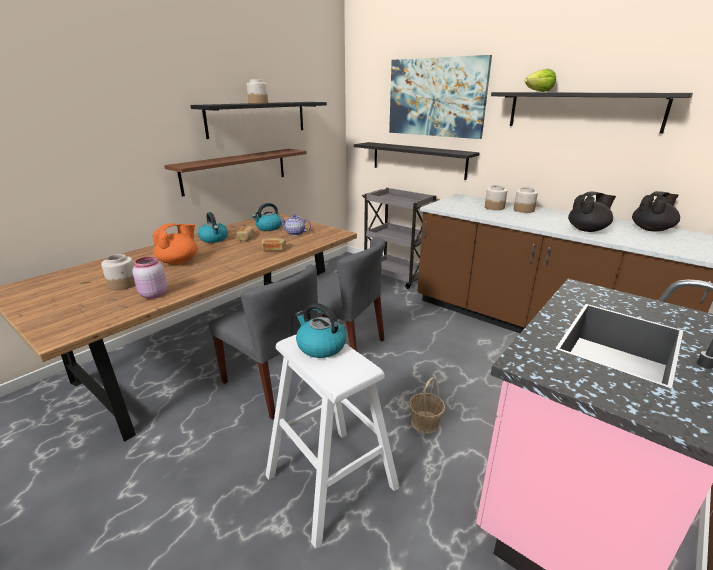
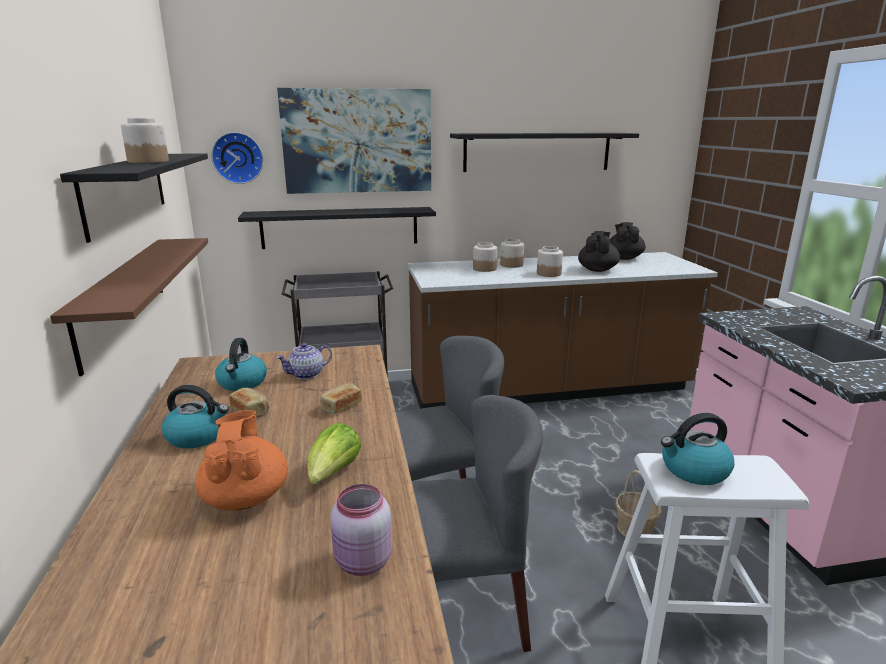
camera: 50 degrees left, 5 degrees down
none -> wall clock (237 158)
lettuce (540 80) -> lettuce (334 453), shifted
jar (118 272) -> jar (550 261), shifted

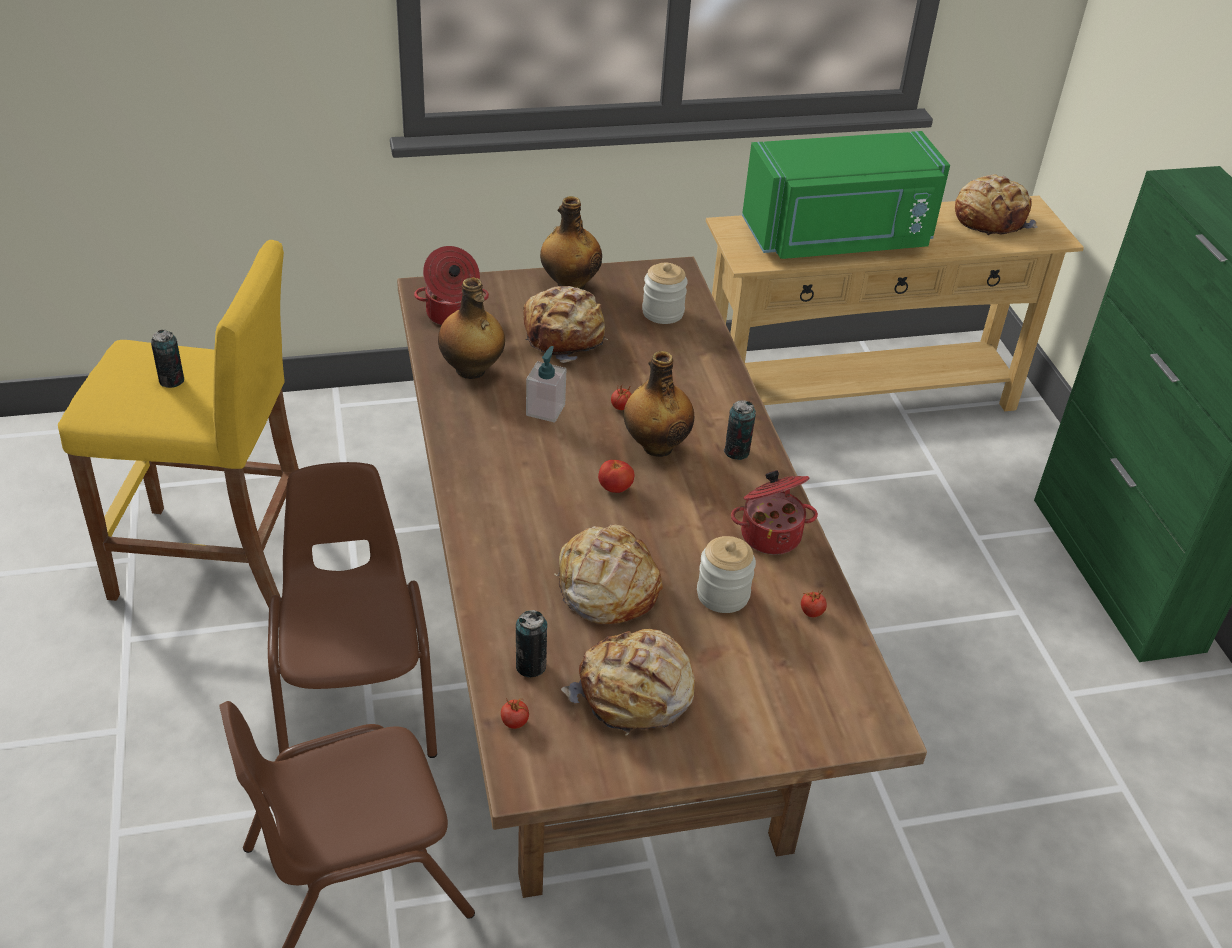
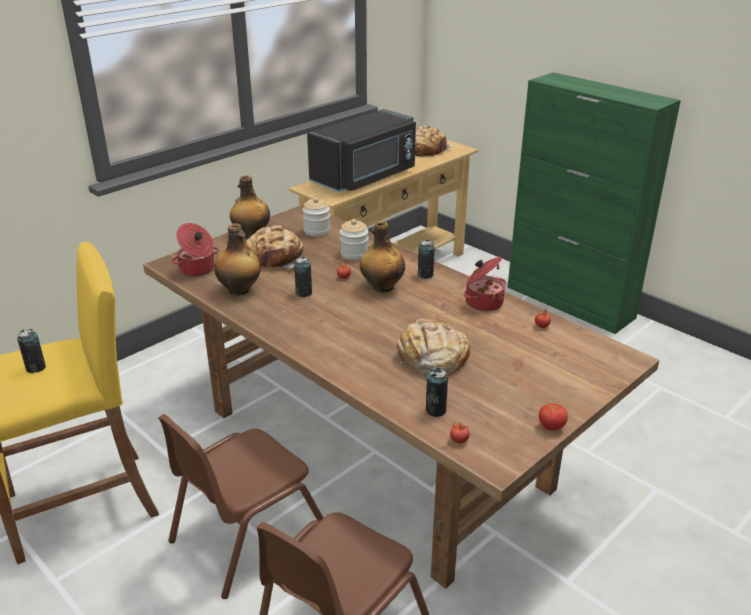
camera: 30 degrees left, 10 degrees down
brown chair (352 610) -> brown chair (241 506), 90 degrees counterclockwise
soap dispenser (546 384) -> can (303 277)
green microwave (846 195) -> black microwave (361 150)
jar (726 574) -> jar (354 239), shifted
tomato (616 476) -> tomato (553 417), shifted
bread (628 682) -> none

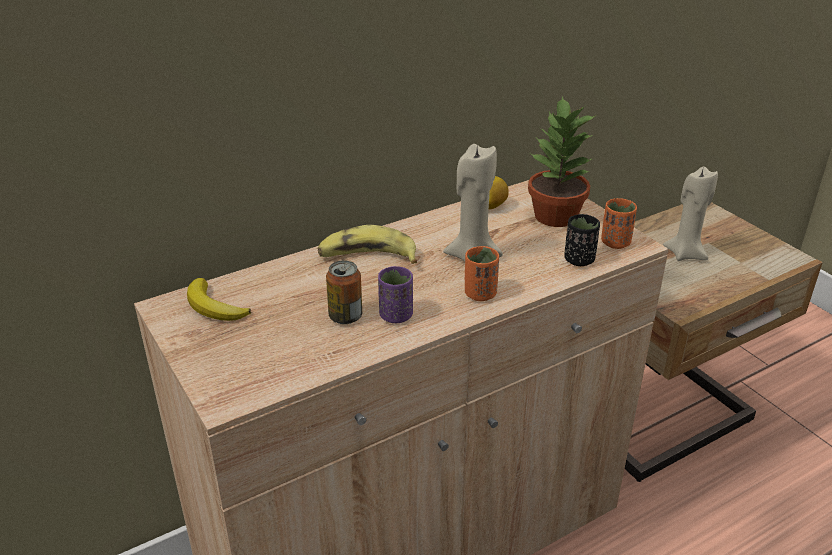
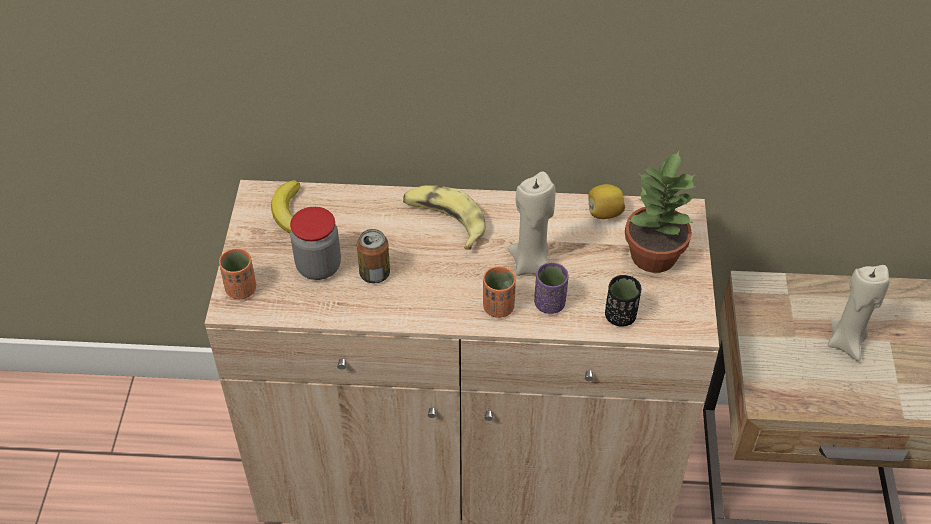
camera: 35 degrees right, 15 degrees up
orange cup (619 223) -> orange cup (237 273), shifted
none -> jar (315 243)
purple cup (395 294) -> purple cup (551 288), shifted

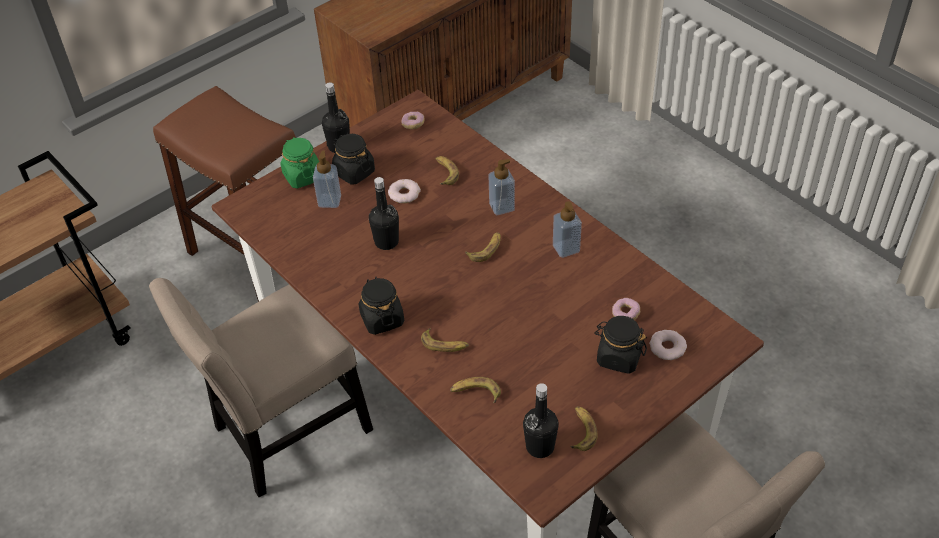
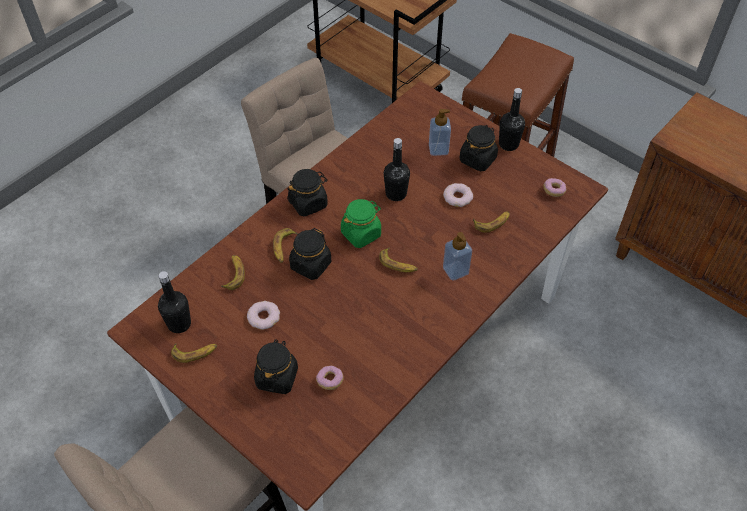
camera: 80 degrees right, 5 degrees up
donut (668 345) -> donut (263 315), shifted
none -> black jar (310 254)
green jar (300 162) -> green jar (361 223), shifted
soap dispenser (567 229) -> none

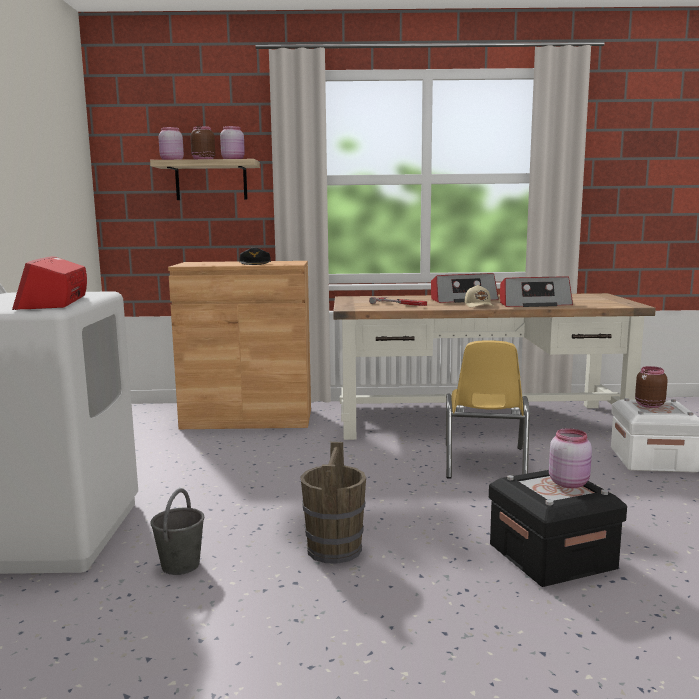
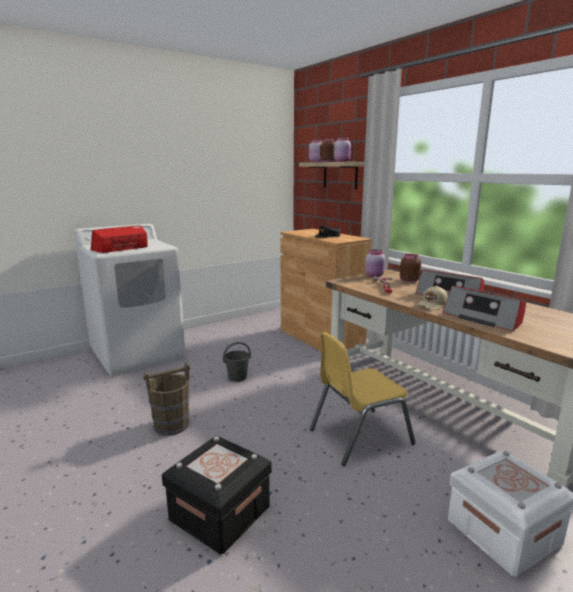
camera: 55 degrees right, 5 degrees up
grey bucket (177 531) -> grey bucket (237 362), shifted
pink jar (570 458) -> pink jar (375 263), shifted
brown jar (651 387) -> brown jar (410 268), shifted

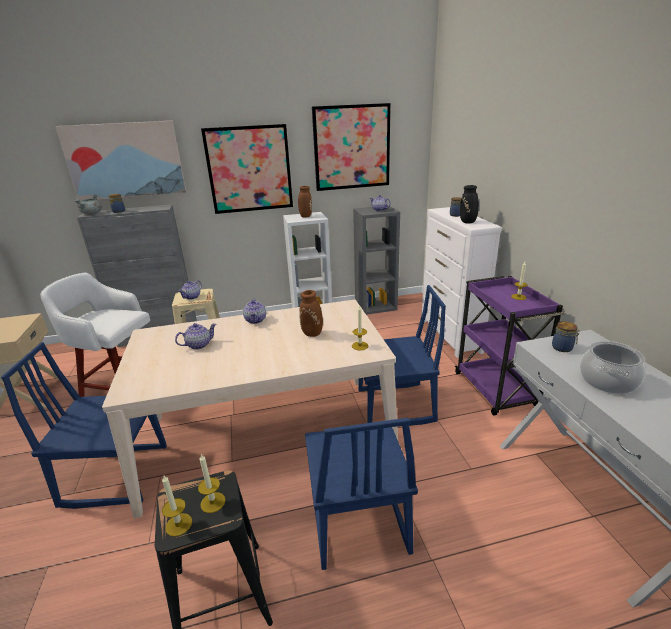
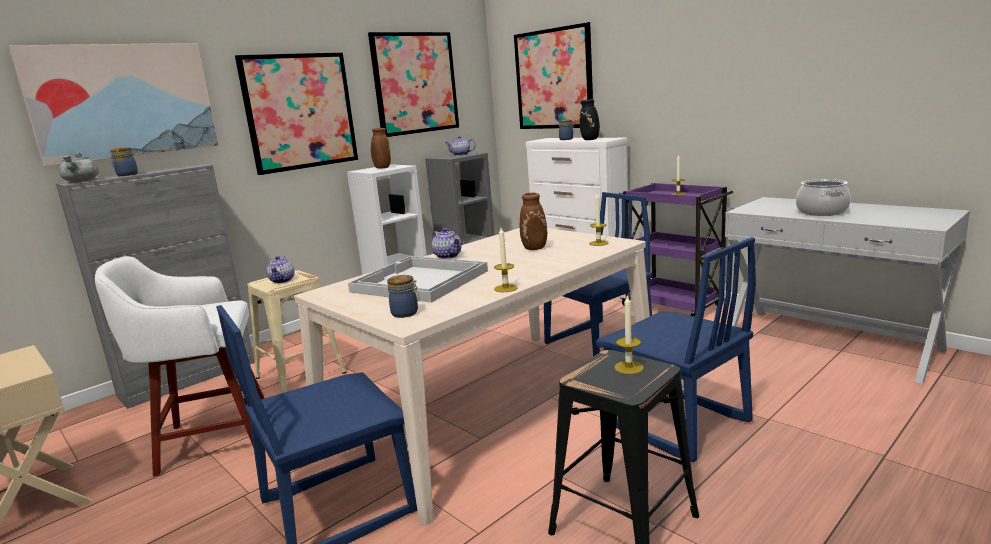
camera: 30 degrees left, 10 degrees down
teapot (195 336) -> white tray (418 279)
jar (566 336) -> jar (403 296), shifted
candle (177 506) -> candle (506 260), shifted
none -> picture (553 75)

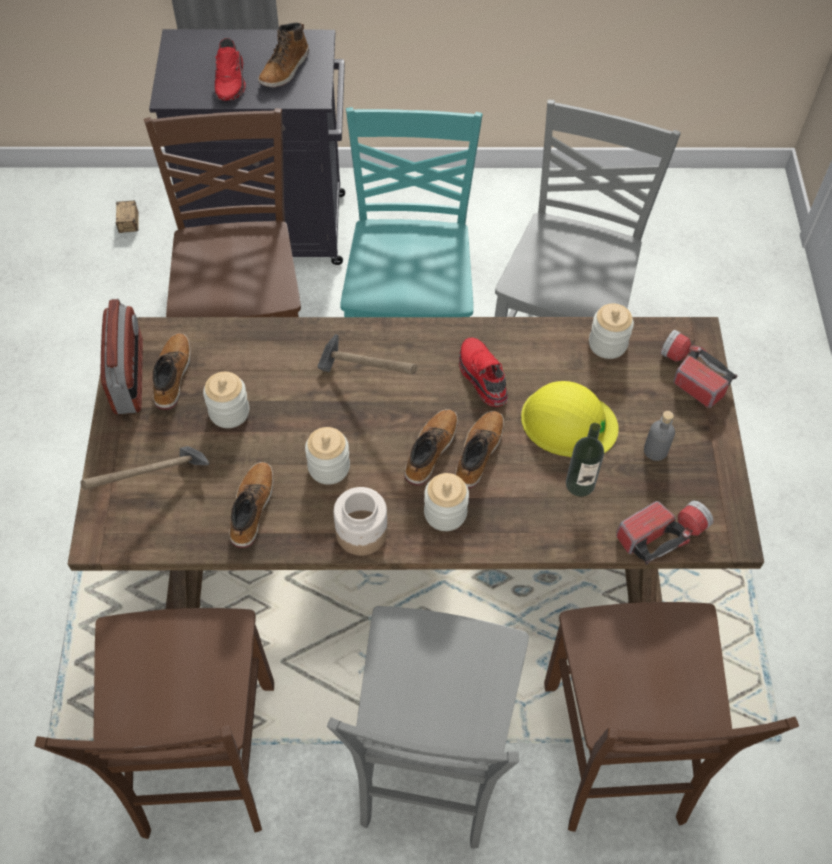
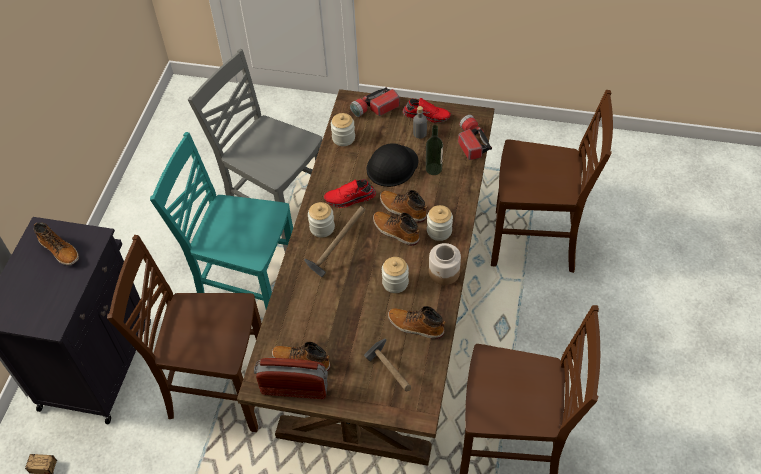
camera: 75 degrees left, 5 degrees down
jar (226 400) -> jar (321 220), shifted
yellow hard hat (570 419) -> black hard hat (392 165)
red shoe (230 69) -> red shoe (427 110), shifted
grey chair (428 727) -> none

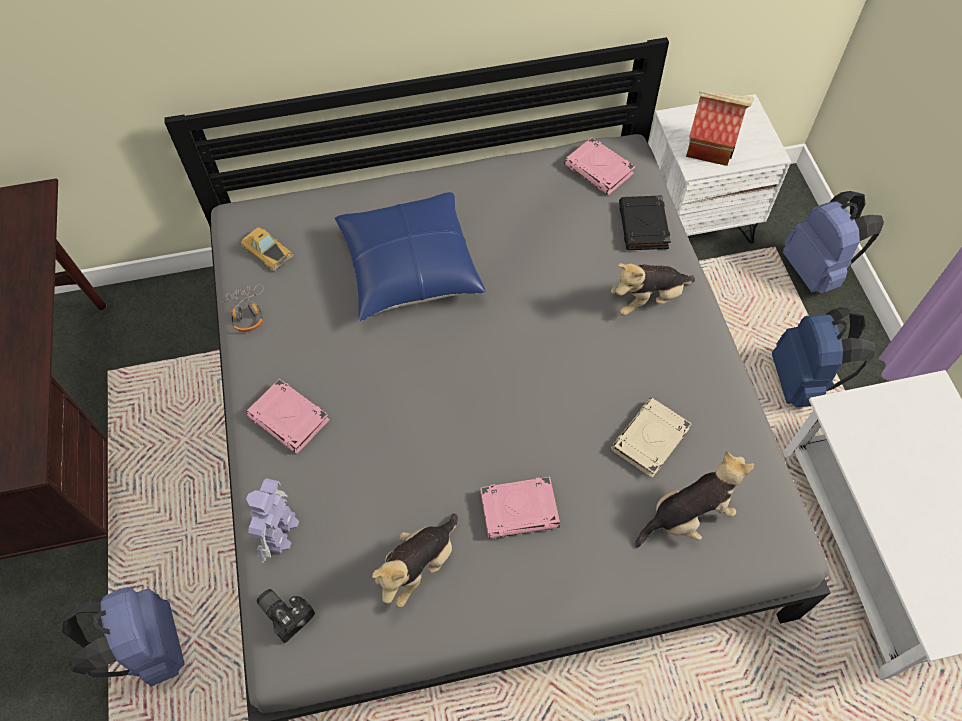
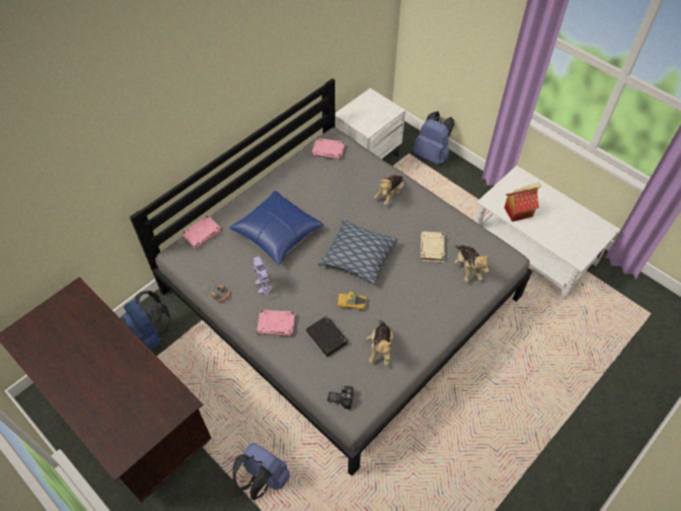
camera: 35 degrees left, 5 degrees down
blue backpack (823 357) -> blue backpack (146 320), shifted
pink book (520 508) -> pink book (202 231), shifted
toy robot (272 520) -> toy robot (262 277), shifted
black book (645 222) -> black book (327 336), shifted
none -> pillow (358 252)
toy car (267 250) -> toy car (351 301), shifted
plush toy (694 499) -> plush toy (471 263), 135 degrees clockwise
toy house (720 129) -> toy house (522 202), shifted

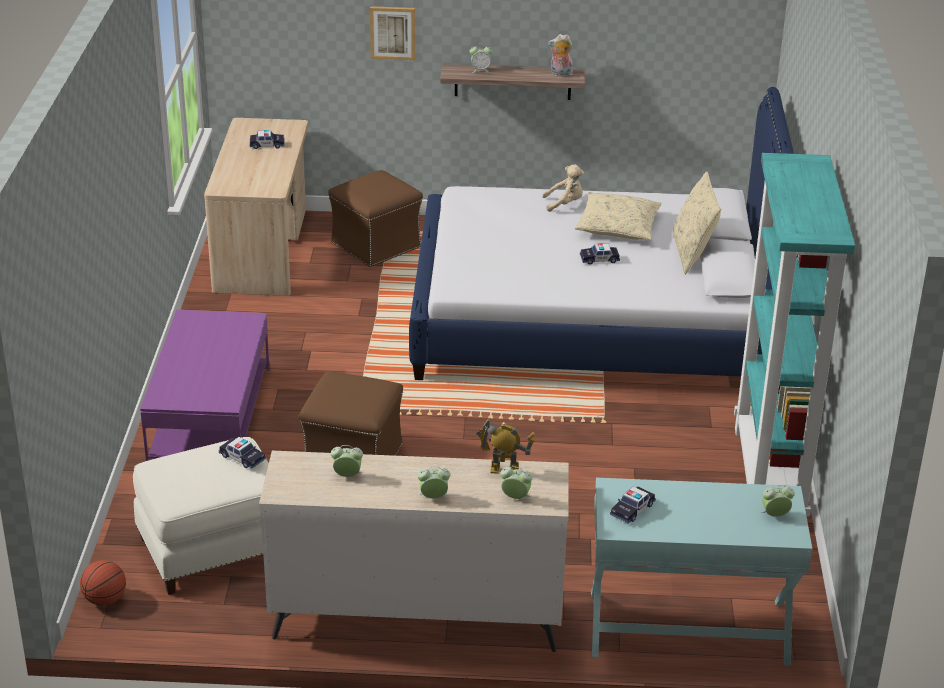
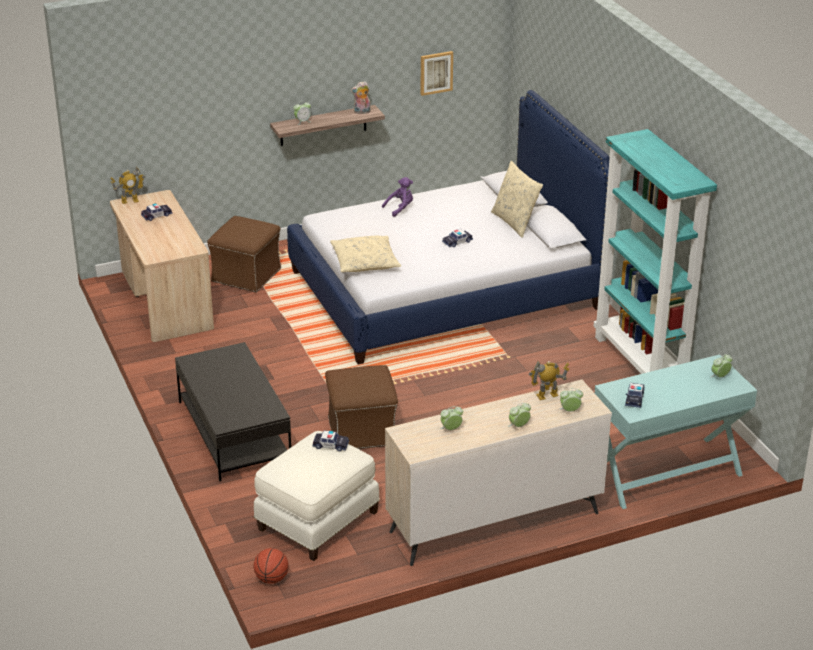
camera: 25 degrees left, 0 degrees up
none -> toy robot (128 185)
purple coffee table (205 385) -> black coffee table (233 411)
beige pillow (618 216) -> beige pillow (365 254), shifted
beige plush toy (563 188) -> purple plush toy (397 197)
picture (392 33) -> picture (436 73), shifted

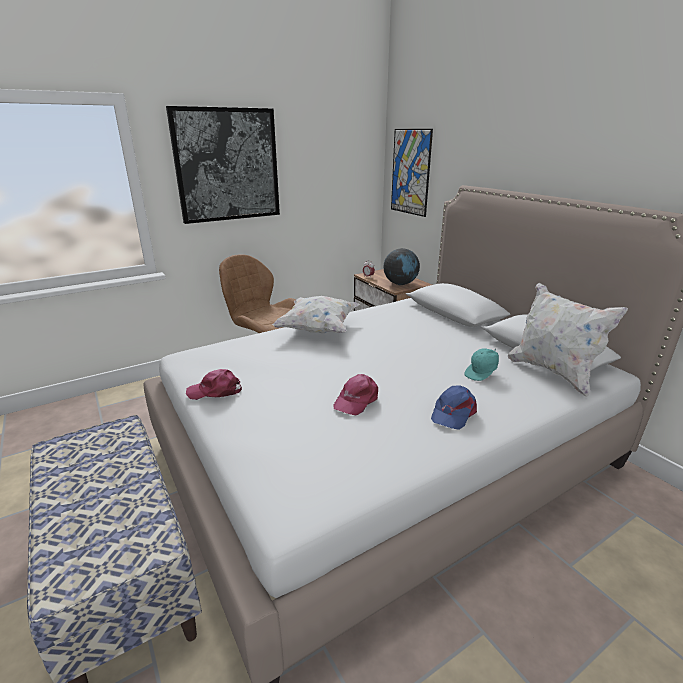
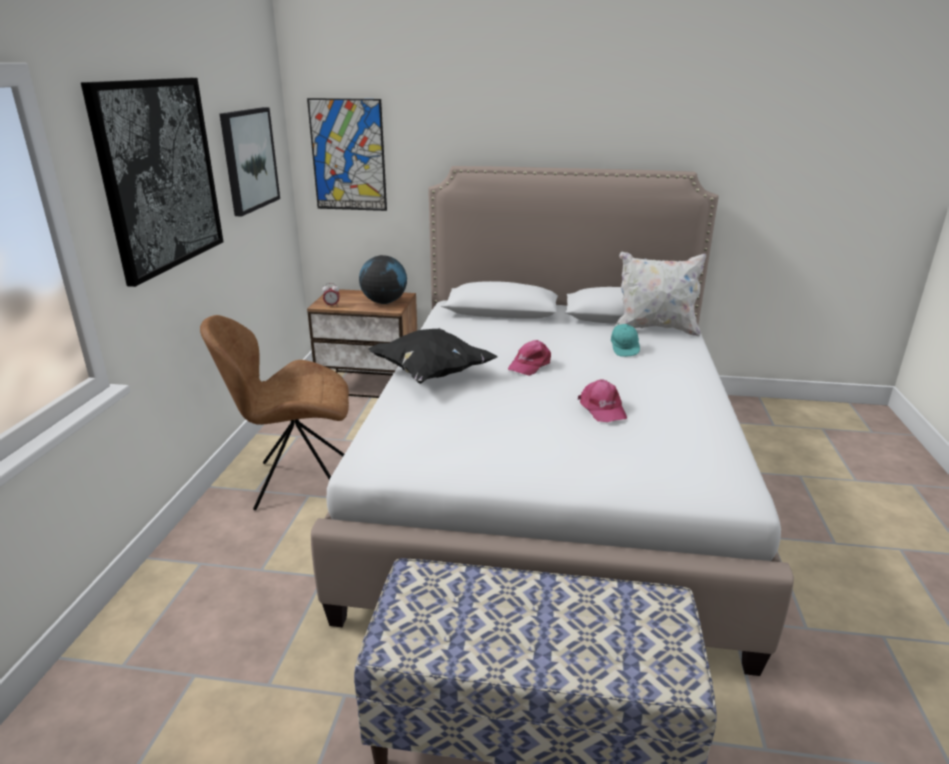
camera: 50 degrees left, 0 degrees up
none -> picture (250 161)
white pillow (316 314) -> black pillow (432 356)
pink cap (214 384) -> pink cap (529 358), shifted
blue cap (454 407) -> none

